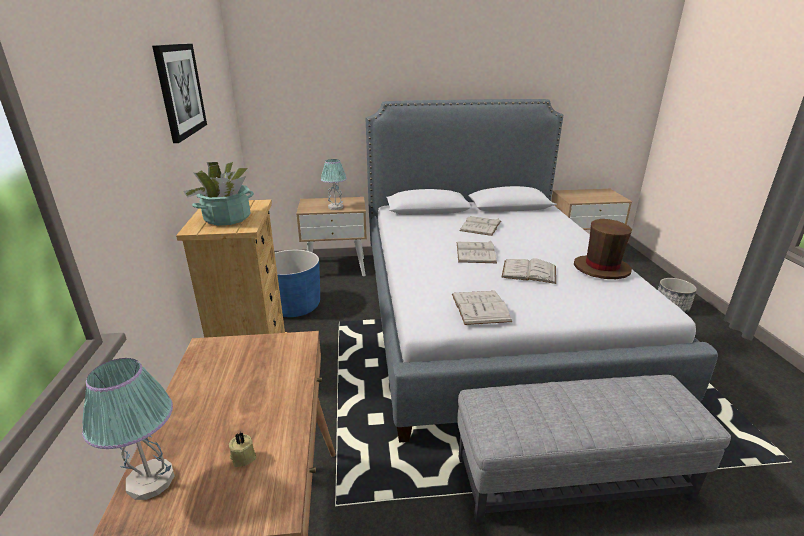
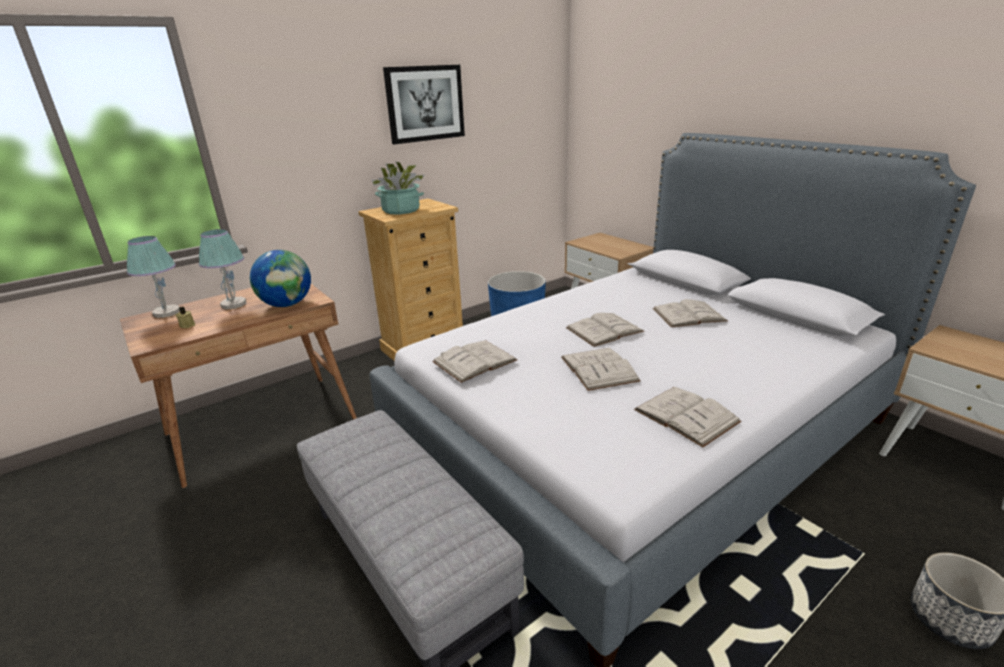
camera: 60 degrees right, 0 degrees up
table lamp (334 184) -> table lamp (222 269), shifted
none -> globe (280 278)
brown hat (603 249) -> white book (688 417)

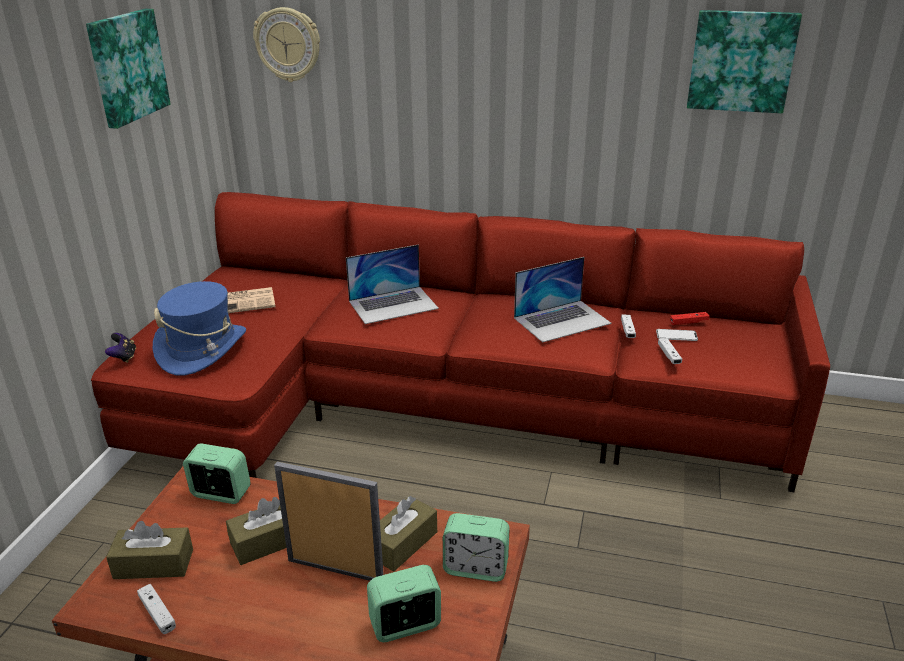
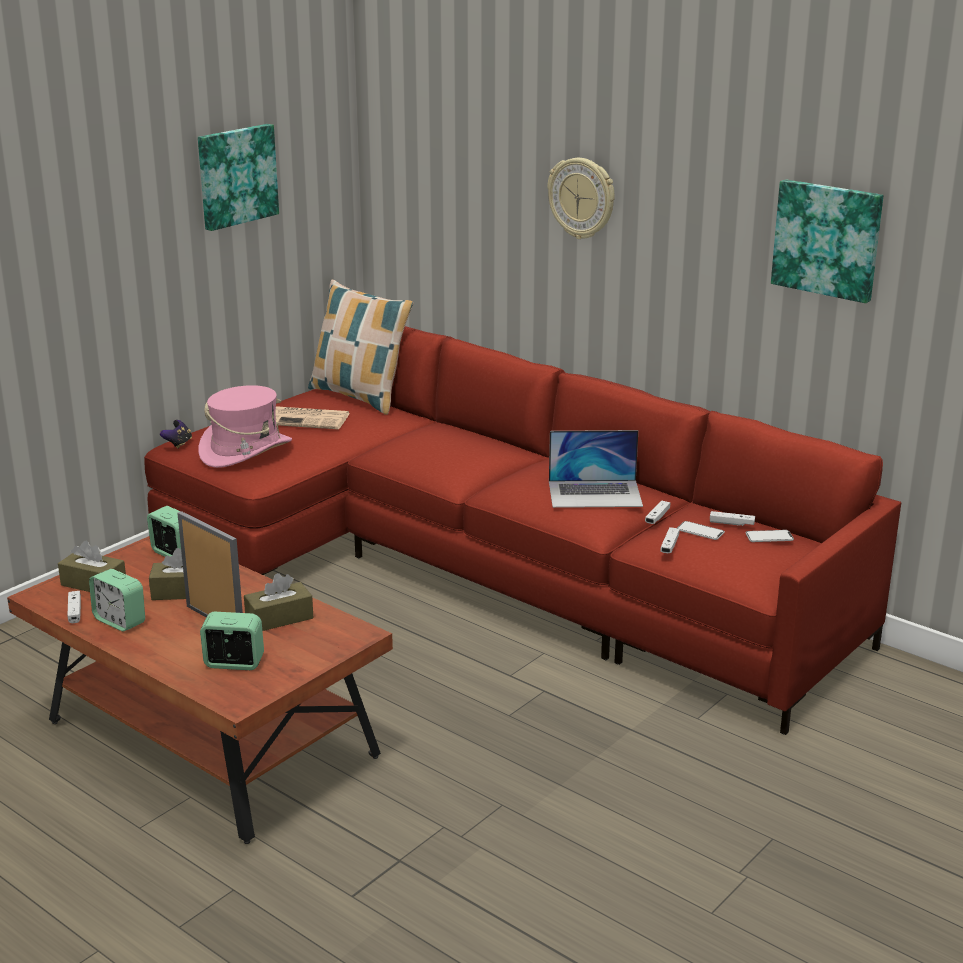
camera: 25 degrees right, 5 degrees down
alarm clock (476 547) -> alarm clock (117 600), shifted
blue hat (199 328) -> pink hat (245 426)
none -> pillow (360 347)
wall clock (286 44) -> wall clock (581 198), shifted
red game controller (690 318) -> white game controller (732 518)
none -> phone (769 536)
laptop (392 284) -> none

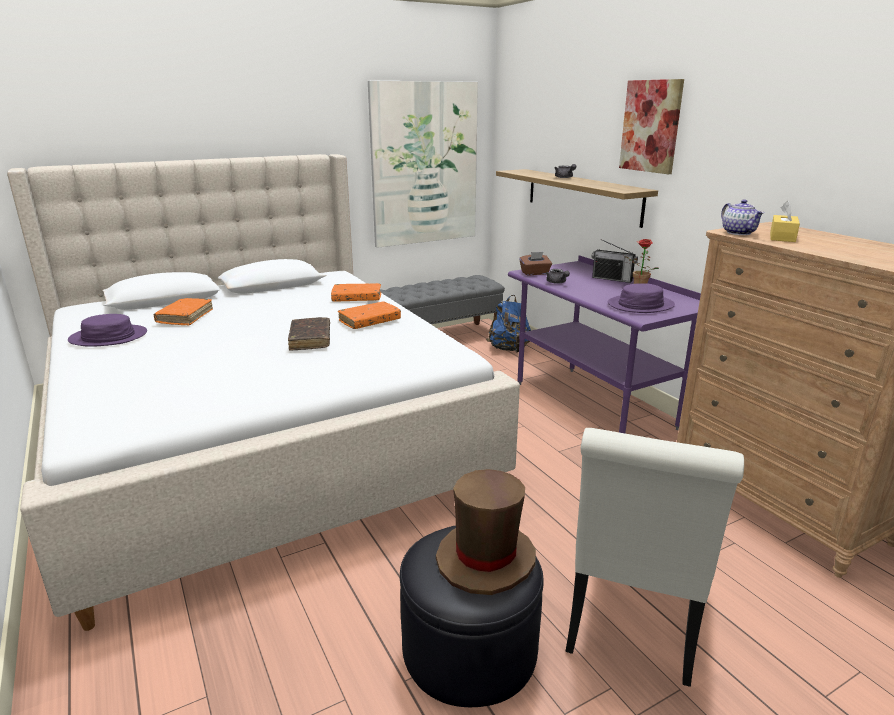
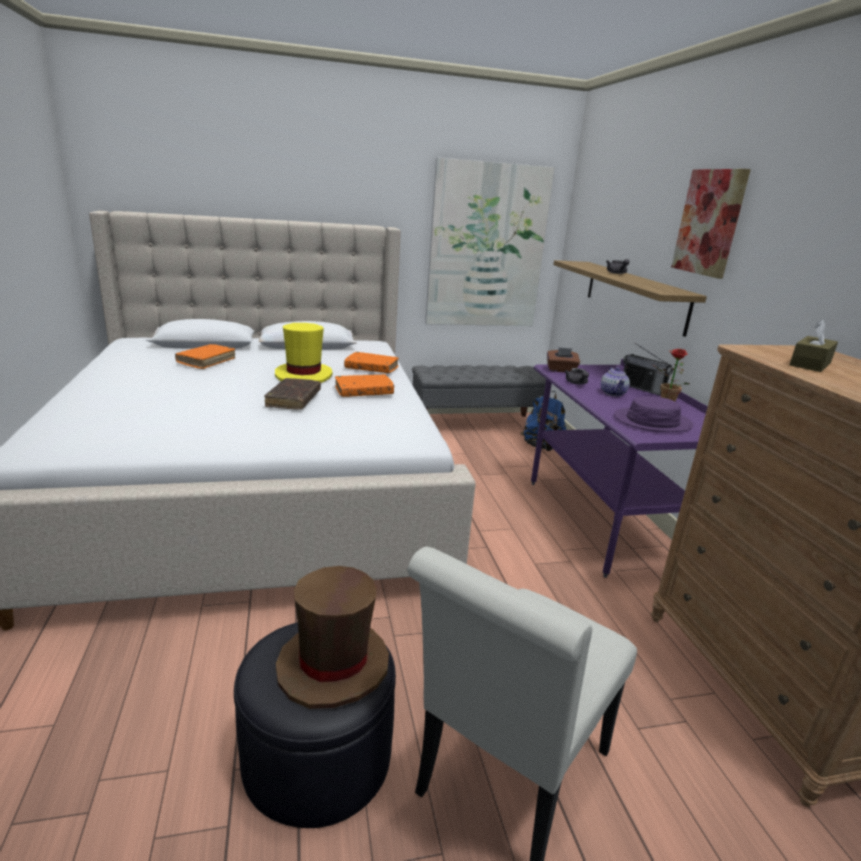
camera: 15 degrees right, 0 degrees up
none -> yellow hat (304 353)
teapot (743 217) -> teapot (615 381), shifted
yellow tissue box (785 221) -> brown tissue box (814 346)
purple hat (107 330) -> none

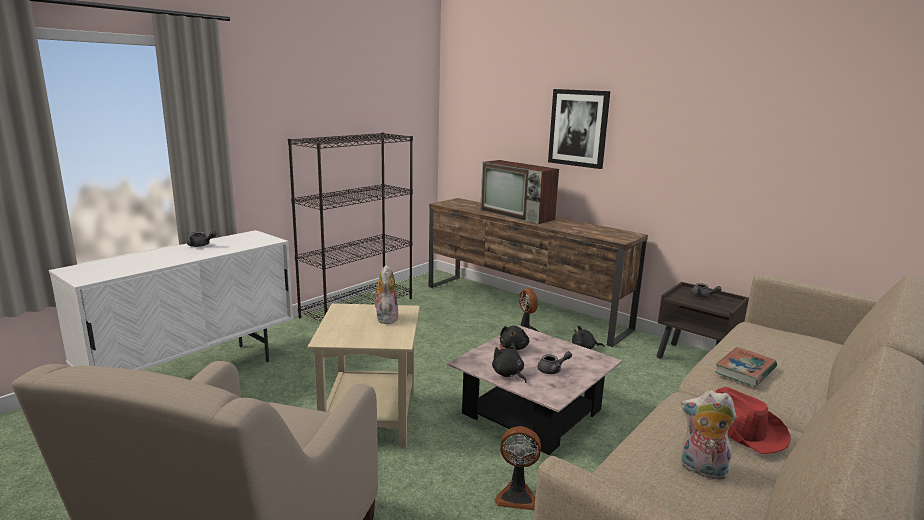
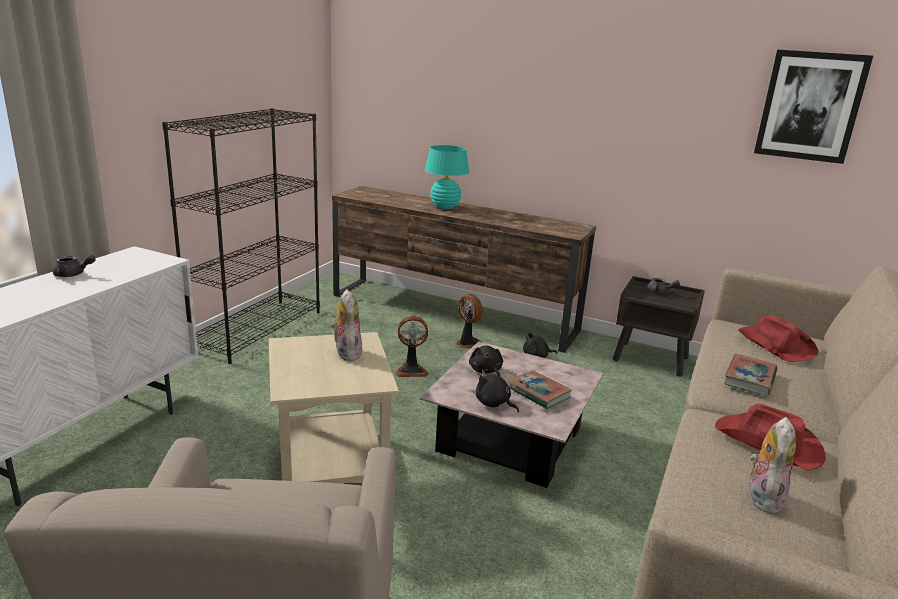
camera: 15 degrees left, 5 degrees up
fan (517 468) -> fan (412 346), shifted
television (519 192) -> turquoise table lamp (447 177)
grey teapot (555 362) -> book (539 389)
none -> red hat (778 338)
plush toy (709 435) -> plush toy (773 465), 105 degrees clockwise
picture (579 129) -> picture (813 106), shifted

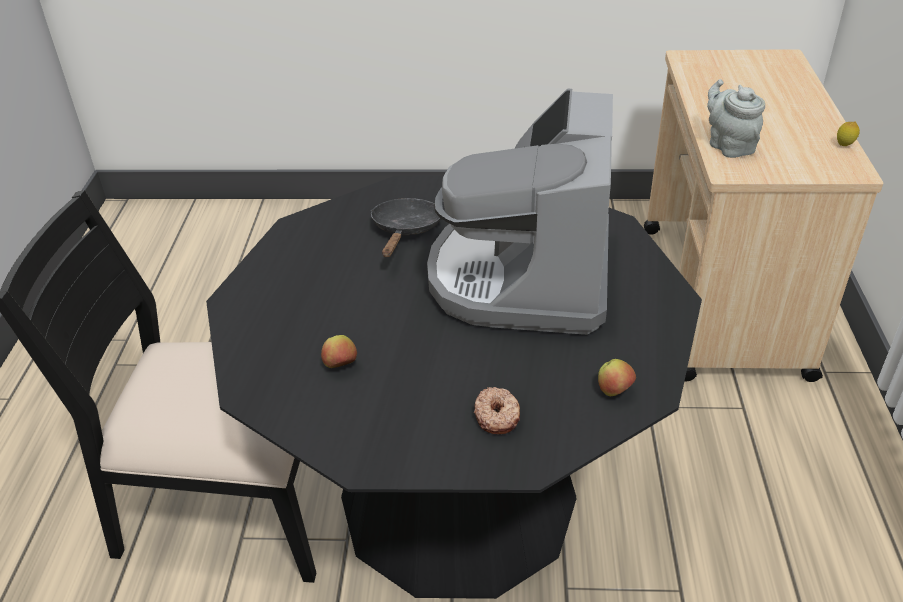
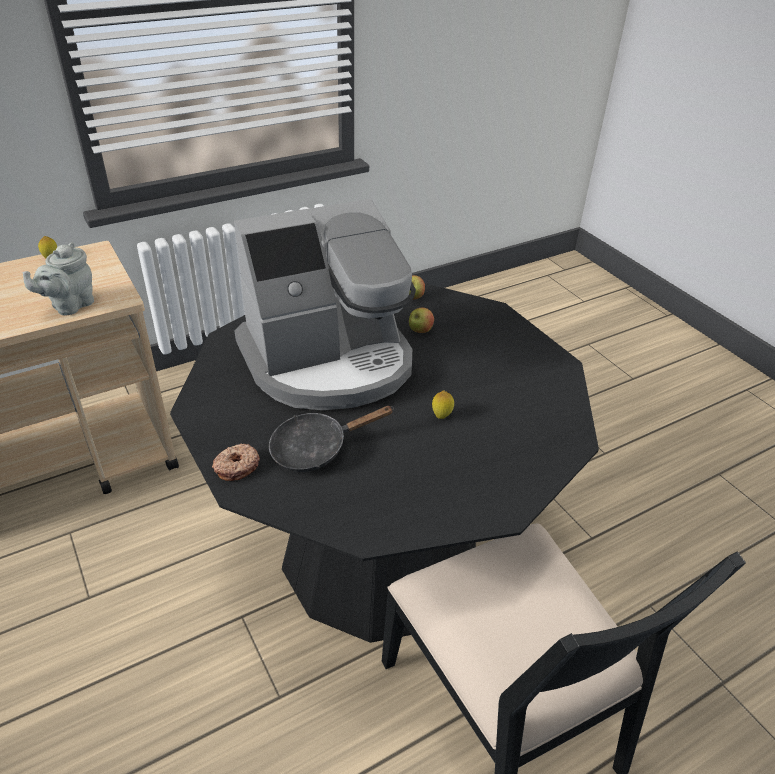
camera: 125 degrees left, 0 degrees up
donut (497 410) -> donut (236 462), shifted
apple (339 351) -> apple (421 320), shifted
none -> lemon (443 405)

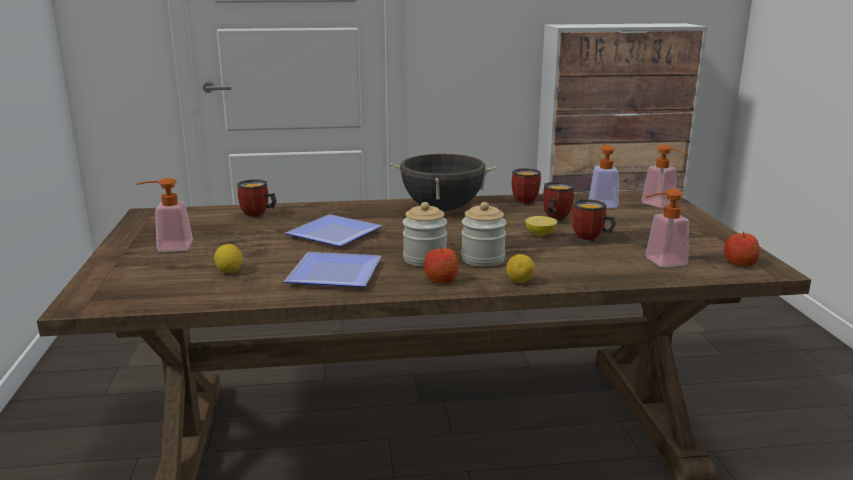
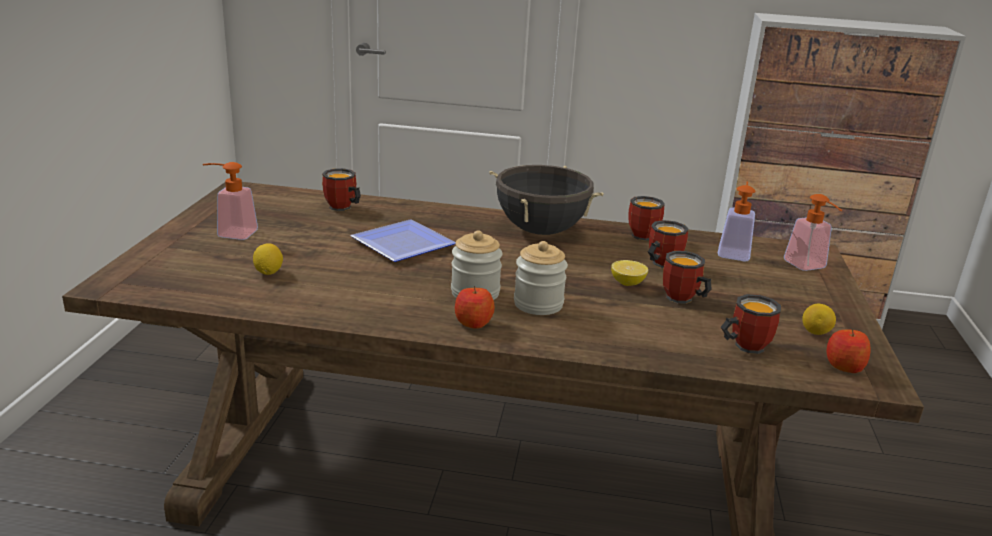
camera: 15 degrees right, 5 degrees up
soap dispenser (667 228) -> mug (751 324)
lemon (520 268) -> lemon (819 319), shifted
plate (333 269) -> none

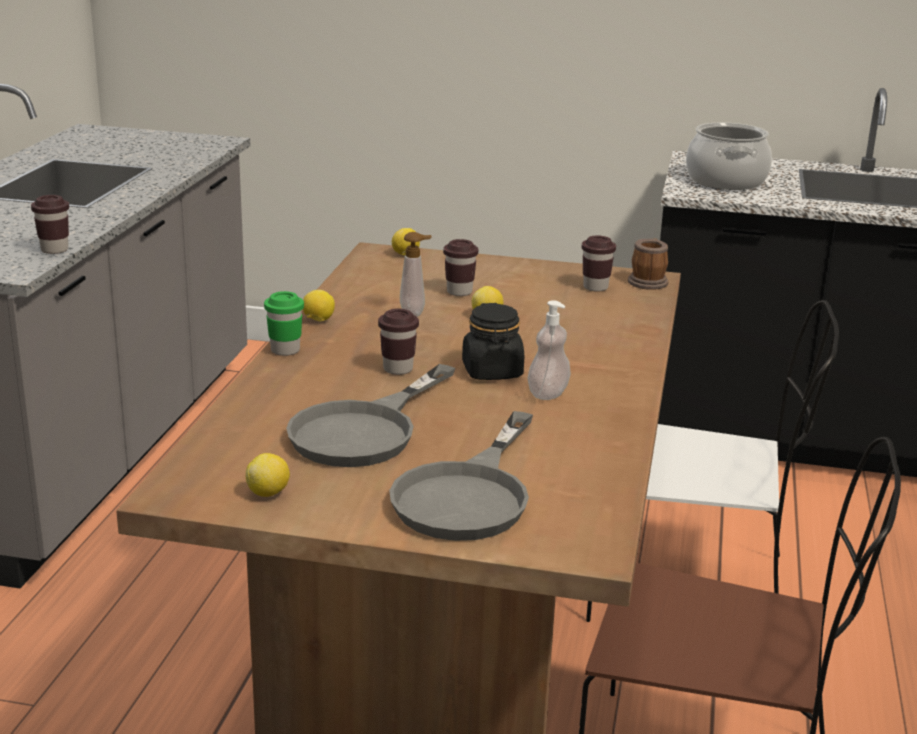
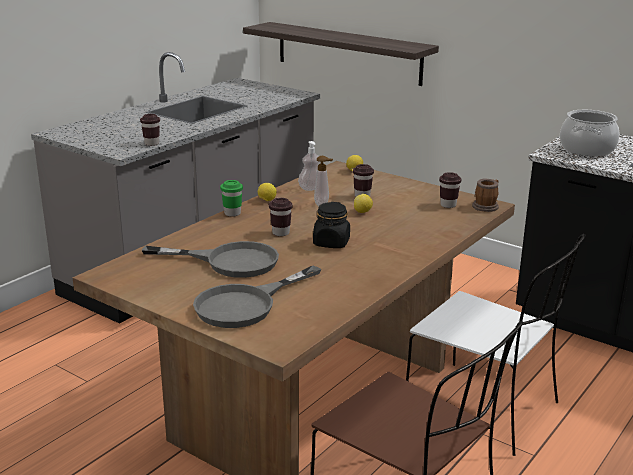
camera: 25 degrees right, 0 degrees up
grey frying pan (370 415) -> grey frying pan (210 259), 135 degrees counterclockwise
none -> shelf (341 54)
soap dispenser (549 350) -> soap dispenser (308 166), shifted
lemon (268 475) -> none

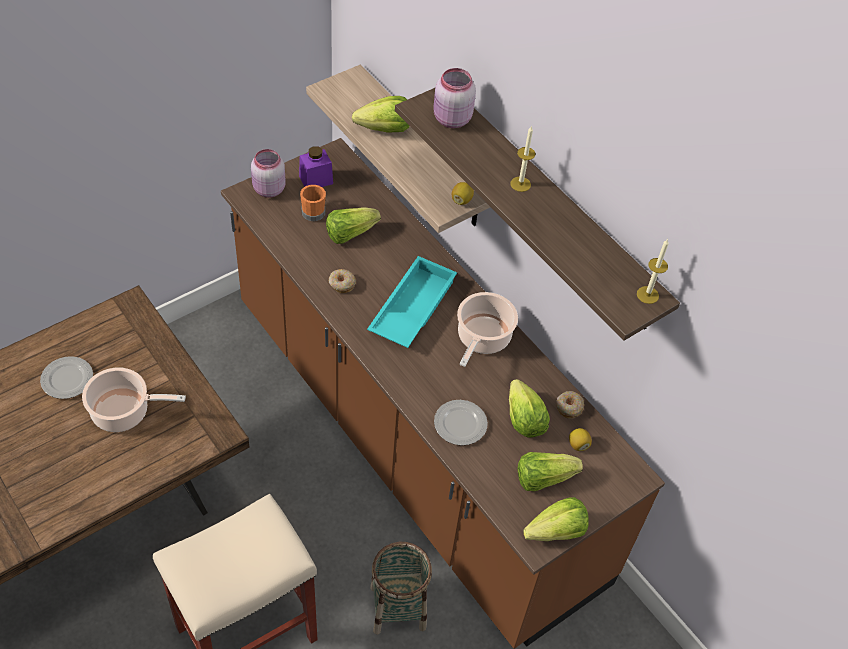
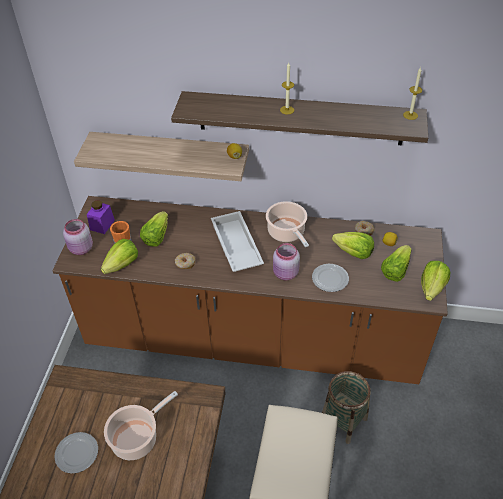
camera: 40 degrees left, 5 degrees down
lettuce (381 114) -> lettuce (119 256), shifted
turquoise tray (412 302) -> white tray (237 241)
pink jar (454 98) -> pink jar (286 262), shifted

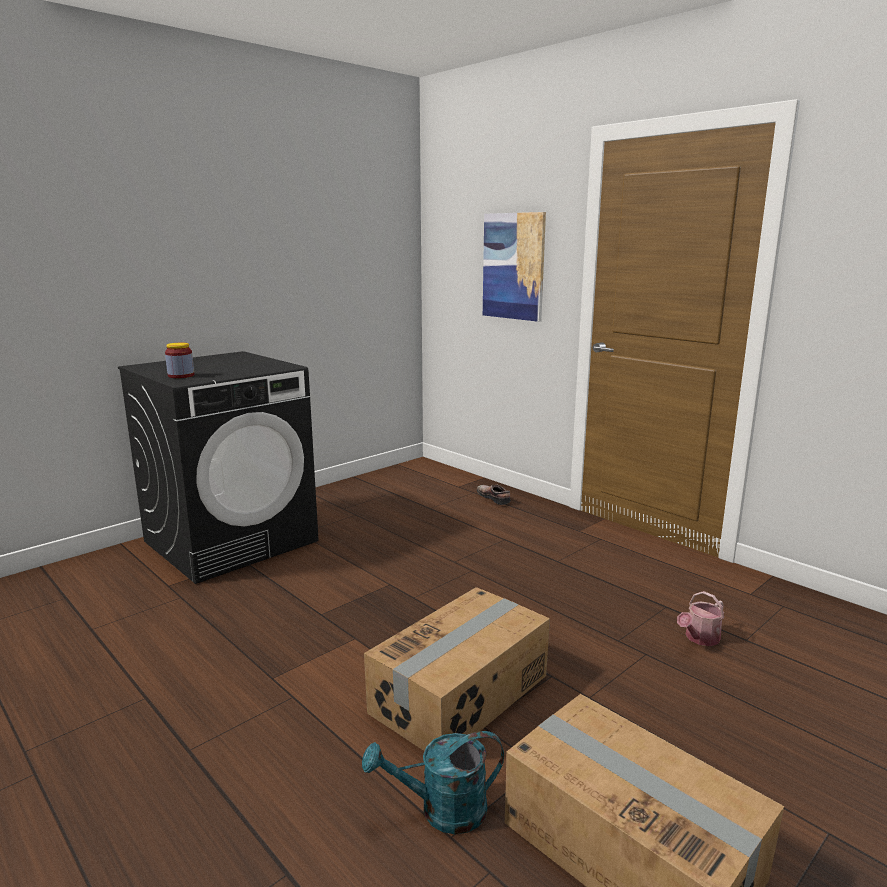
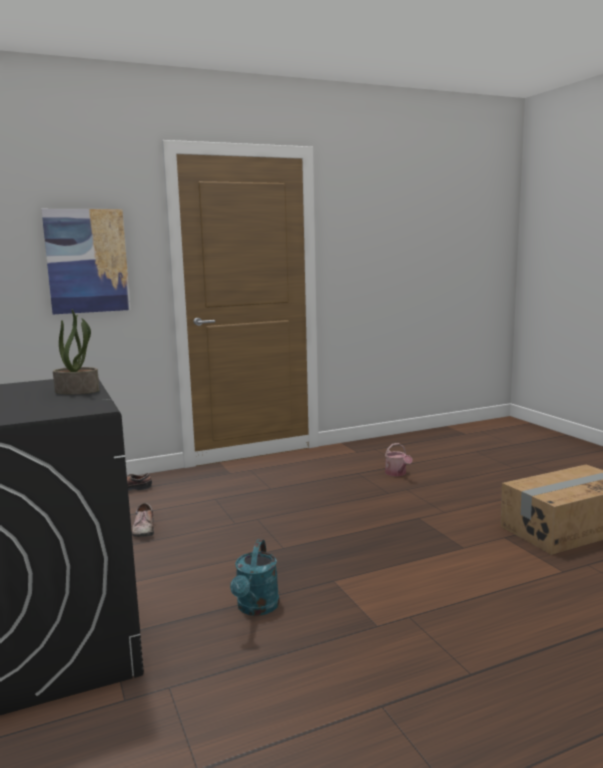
camera: 70 degrees left, 5 degrees down
none -> potted plant (76 352)
none -> shoe (143 520)
turquoise watering can (433 782) -> turquoise watering can (254 578), shifted
jar (179 360) -> none
cardboard box (457 669) -> none

